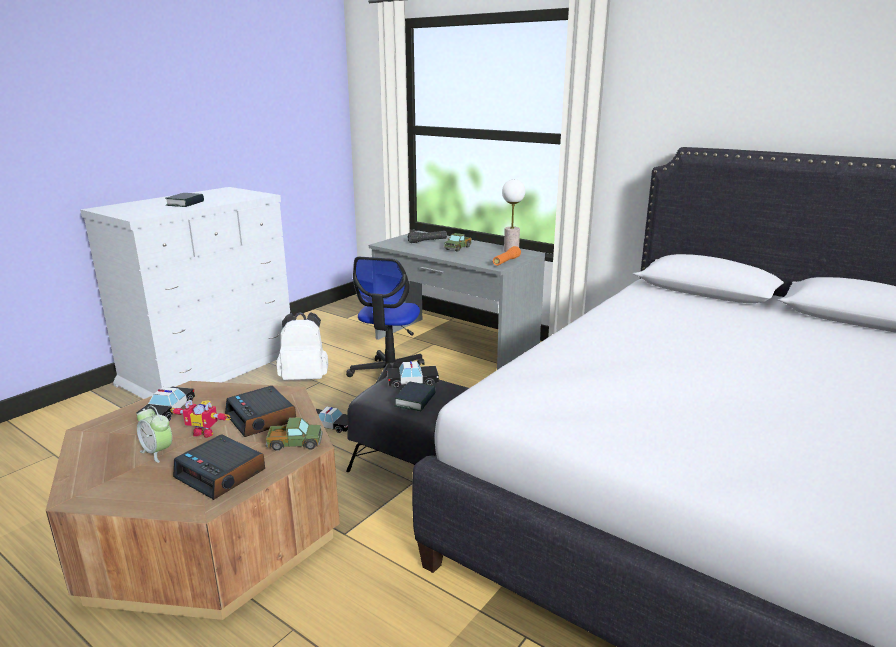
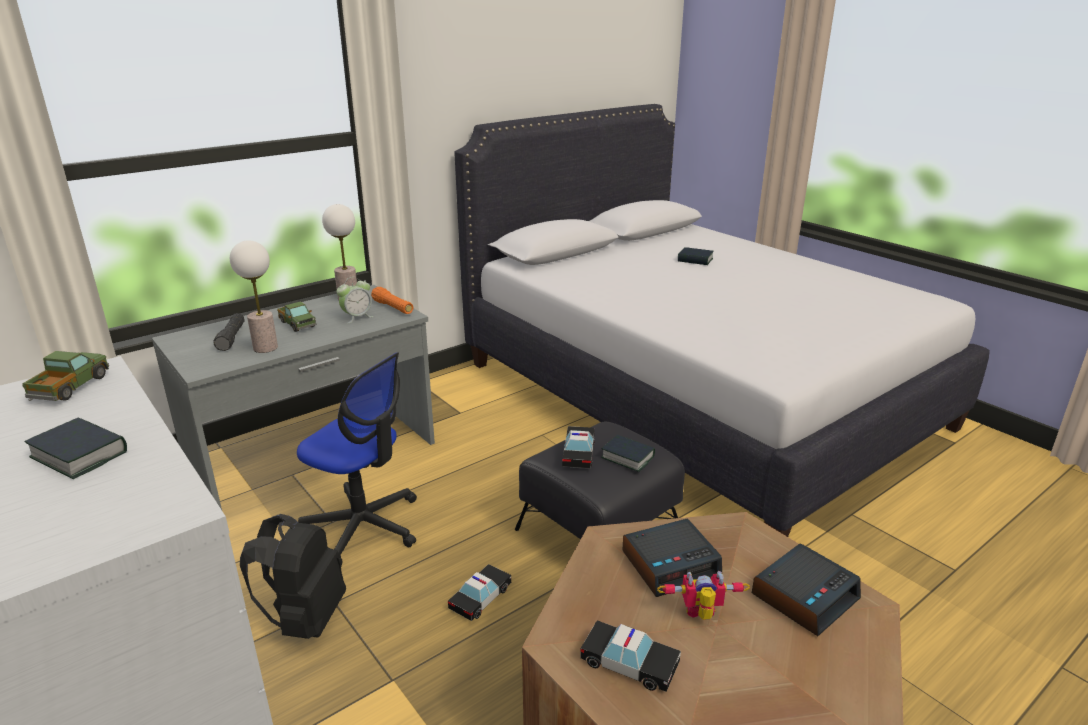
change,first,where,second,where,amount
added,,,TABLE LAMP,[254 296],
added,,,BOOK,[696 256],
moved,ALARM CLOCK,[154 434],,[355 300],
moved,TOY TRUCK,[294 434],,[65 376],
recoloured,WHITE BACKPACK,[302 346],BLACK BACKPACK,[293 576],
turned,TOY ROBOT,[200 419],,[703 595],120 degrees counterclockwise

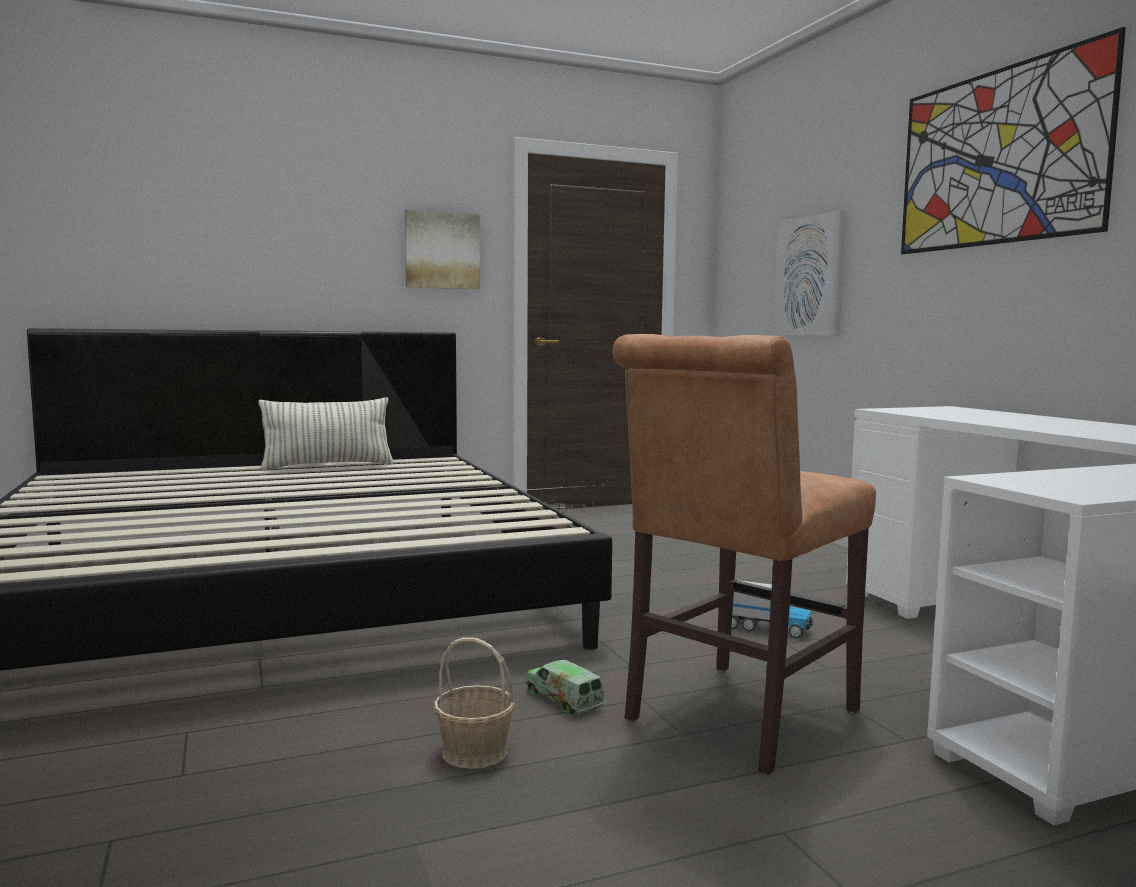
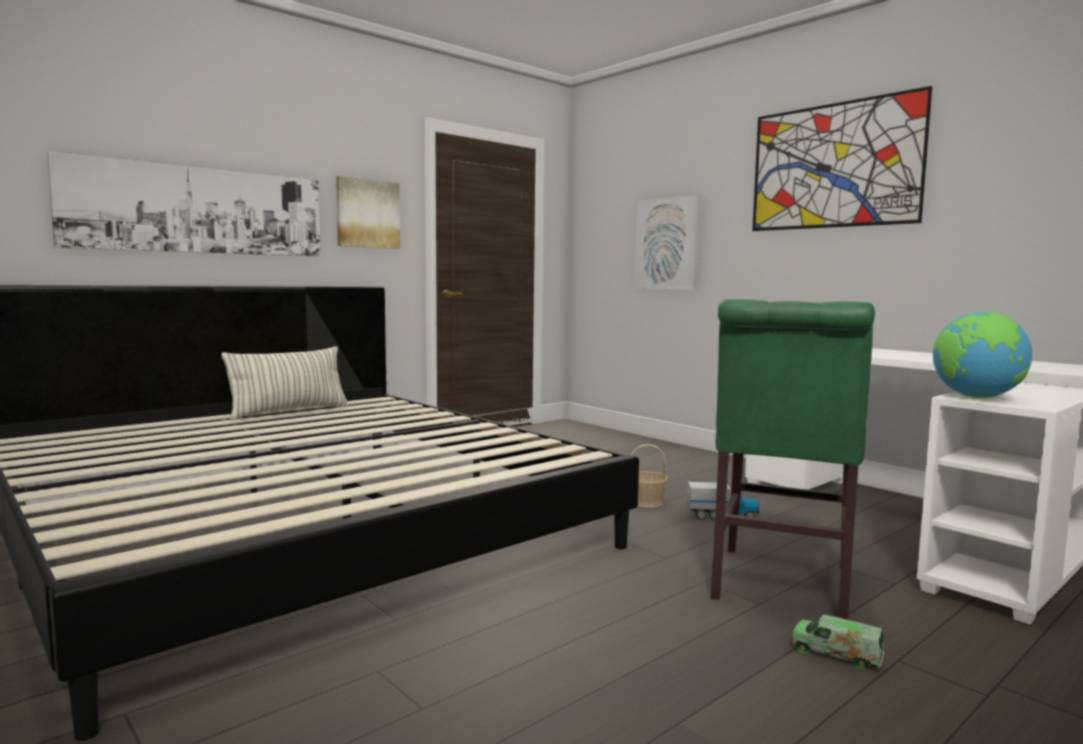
change,first,where,second,where,amount
added,,,PICTURE,[183 204],
added,,,GLOBE,[982 354],
moved,BASKET,[474 703],,[649 476],
moved,TOY TRUCK,[565 687],,[838 642],
recoloured,BROWN CHAIR,[744 554],GREEN CHAIR,[793 459],

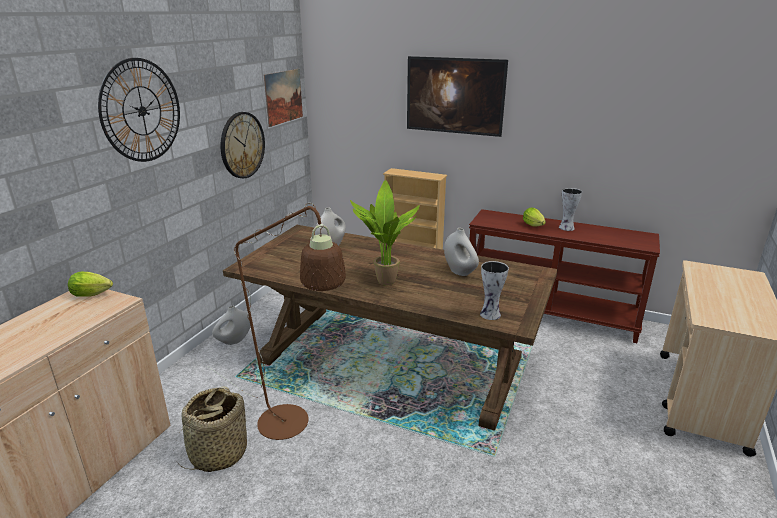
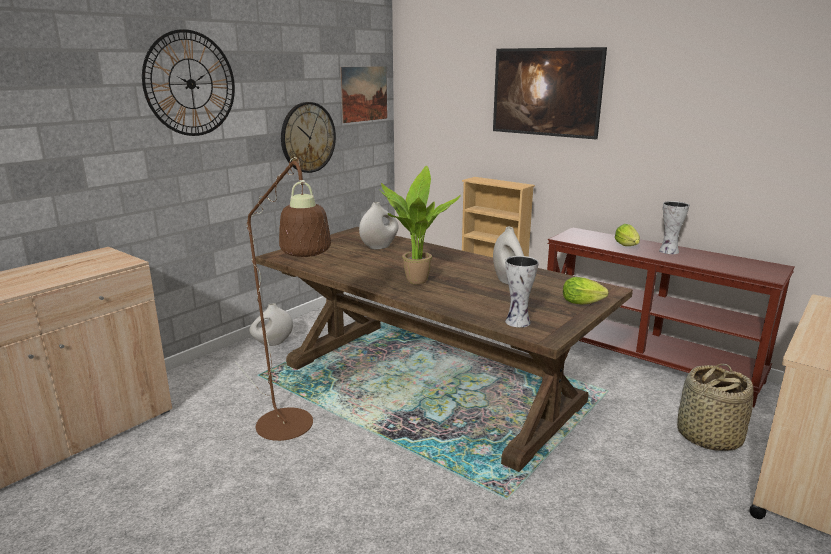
change,first,where,second,where,amount
moved,LETTUCE,[90 284],,[586 291],
moved,BASKET,[212 429],,[715 407],

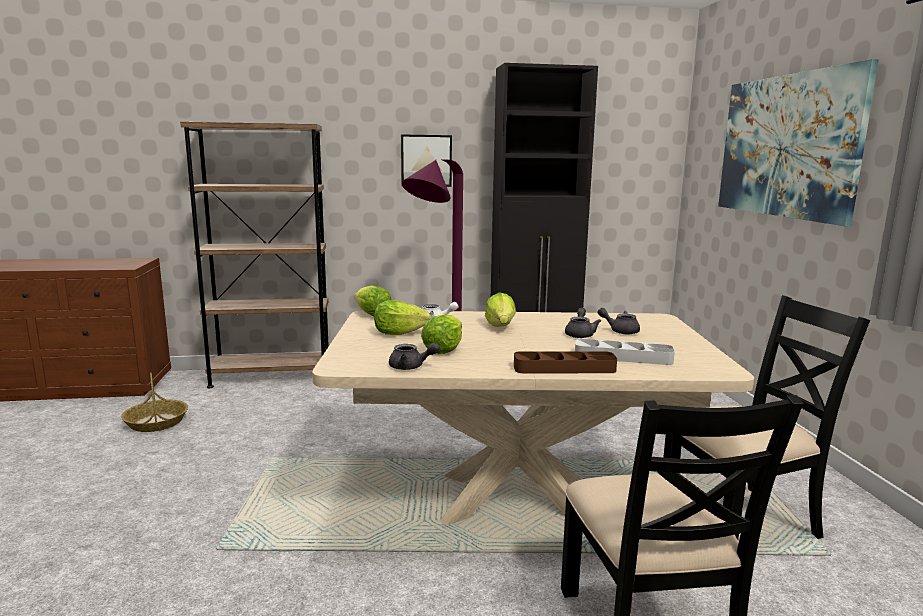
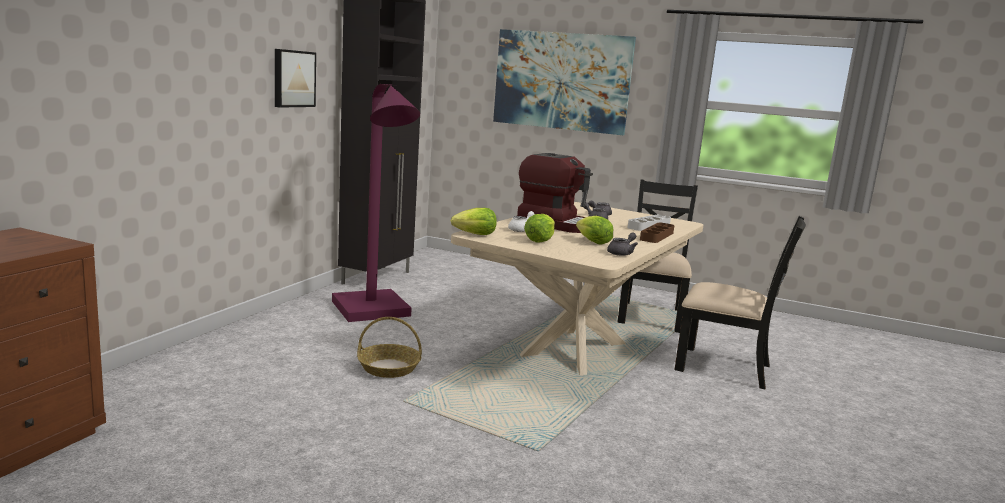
change,first,where,second,where,amount
removed,BROWN BOOKCASE,[254 255],,,
moved,BASKET,[154 402],,[389 347],
replaced,LETTUCE,[500 309],COFFEE MACHINE,[555 193],

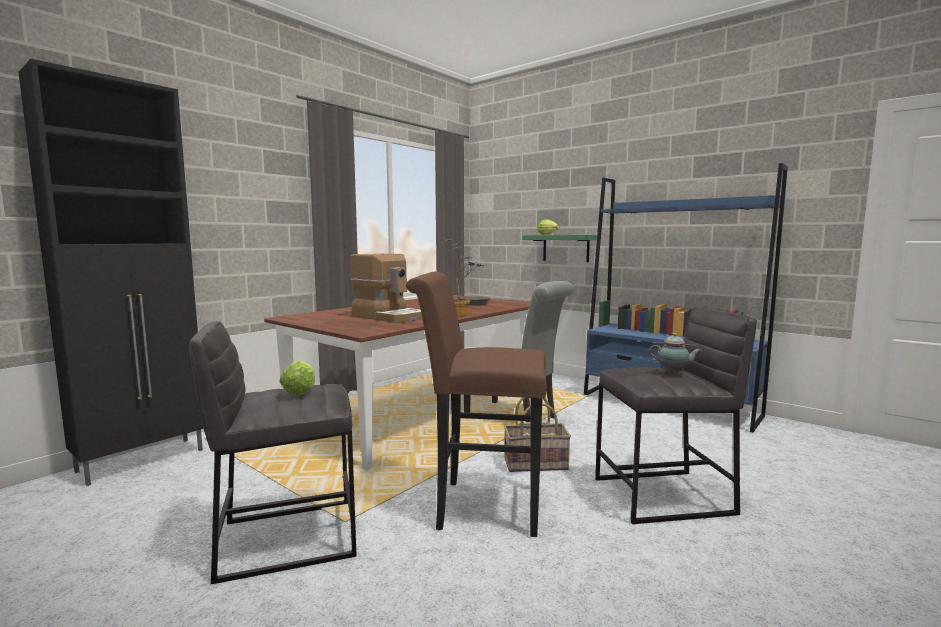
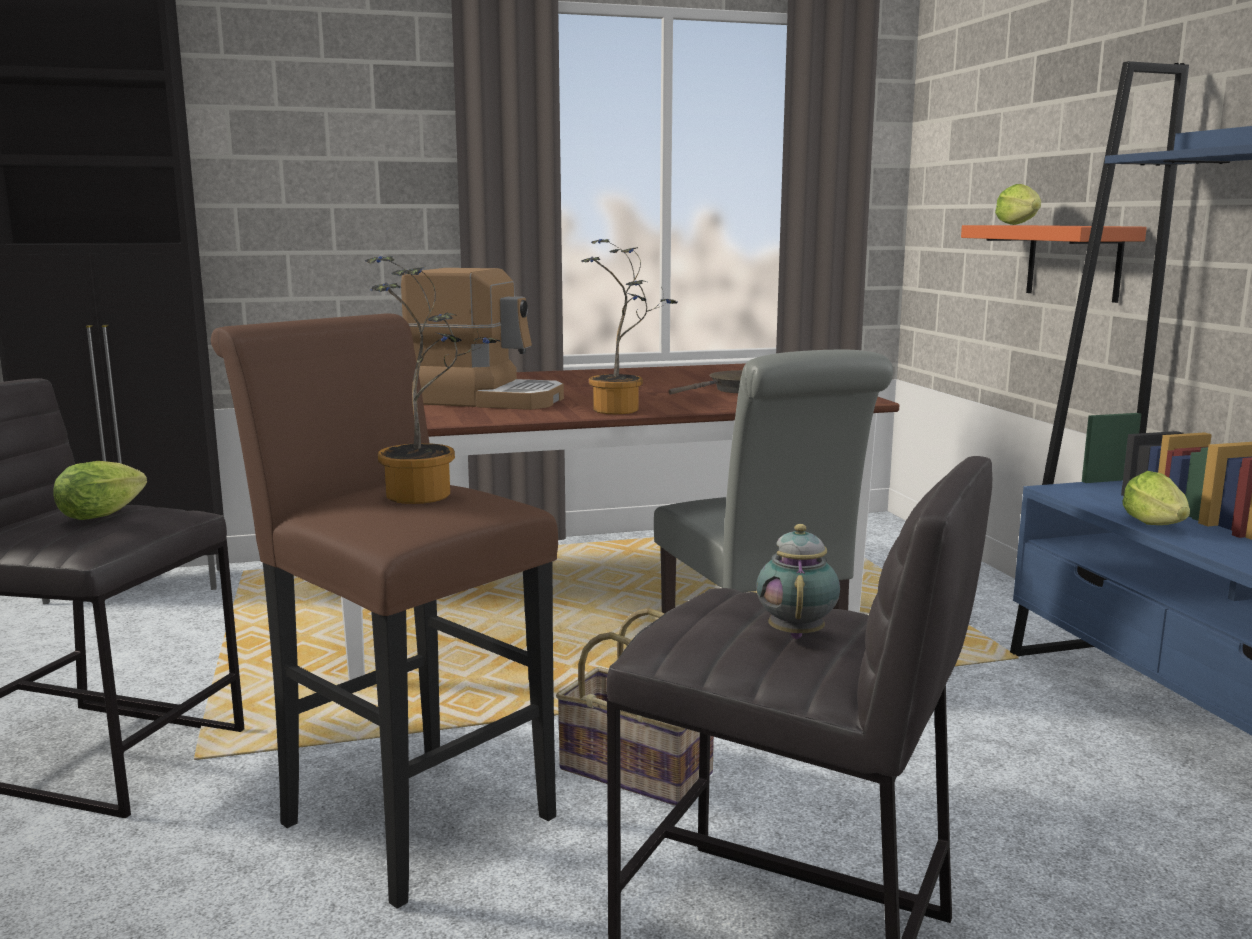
change,first,where,second,where,amount
added,,,POTTED PLANT,[432 380],
added,,,LETTUCE,[1156 498],
recoloured,GREEN SHELF,[559 248],ORANGE SHELF,[1054 264],
turned,COFFEE MACHINE,[386 288],,[482 339],60 degrees counterclockwise
turned,TEAPOT,[675 353],,[798 581],135 degrees counterclockwise

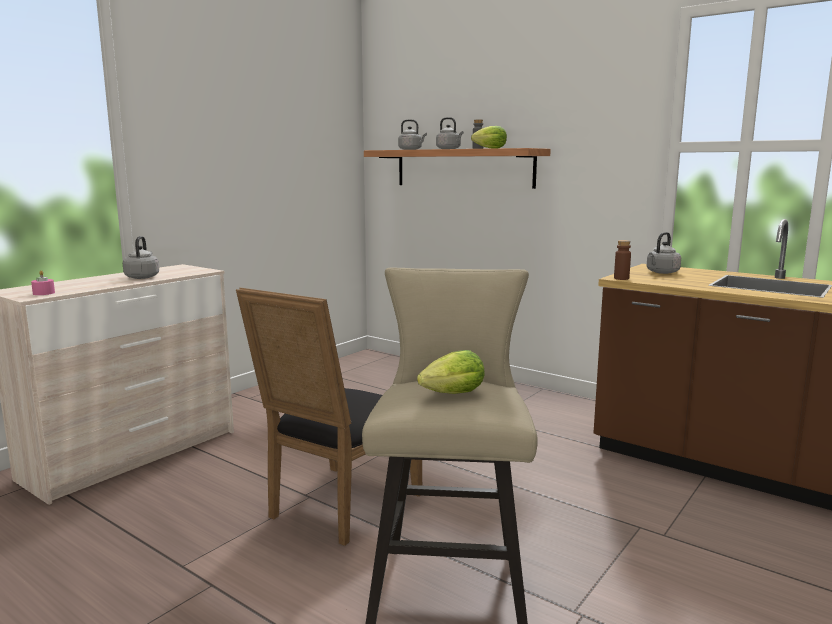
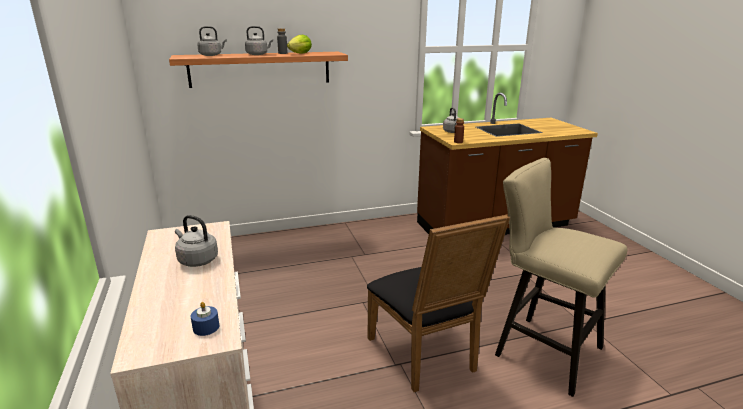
change,first,where,second,where,amount
removed,LETTUCE,[451 372],,,
recoloured,PINK CANDLE,[43 282],BLUE CANDLE,[205 319],

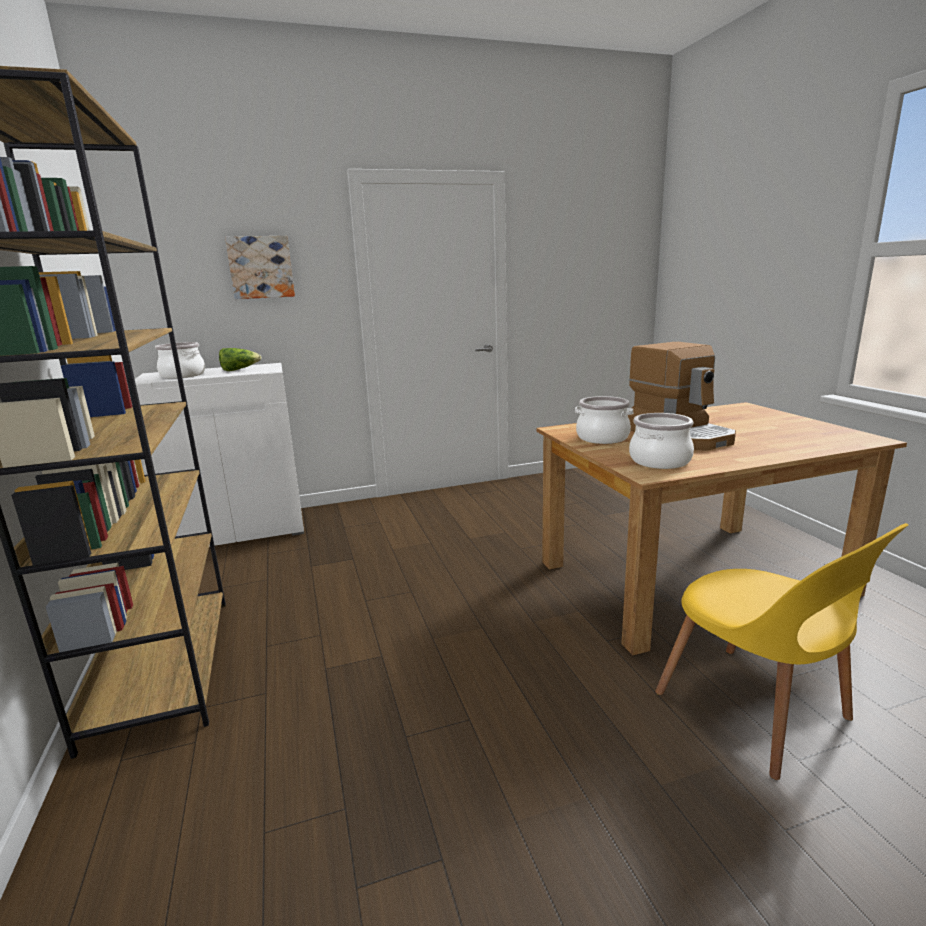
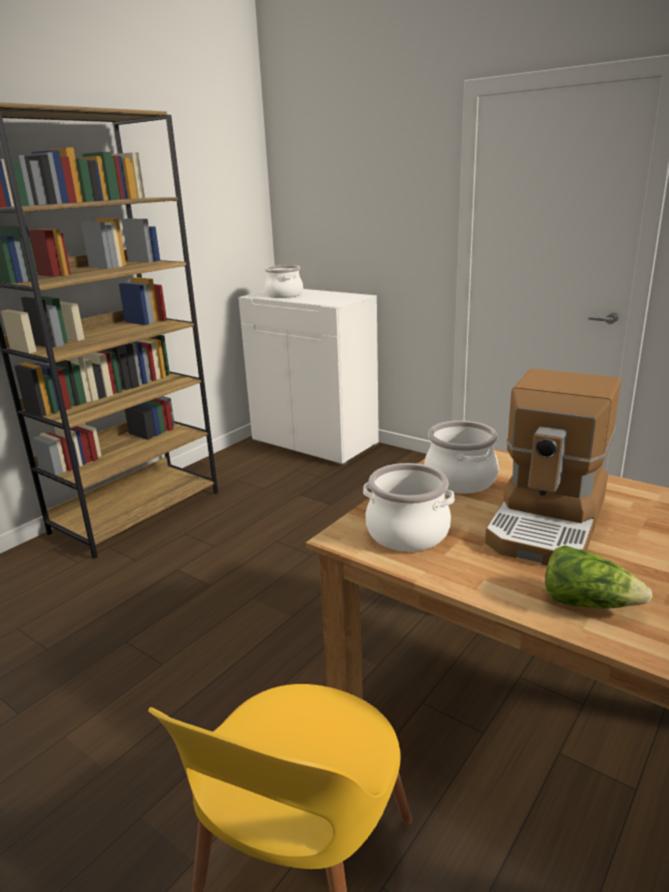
change,first,where,second,where,amount
removed,PICTURE,[260 267],,,
moved,LETTUCE,[240 359],,[599 577],

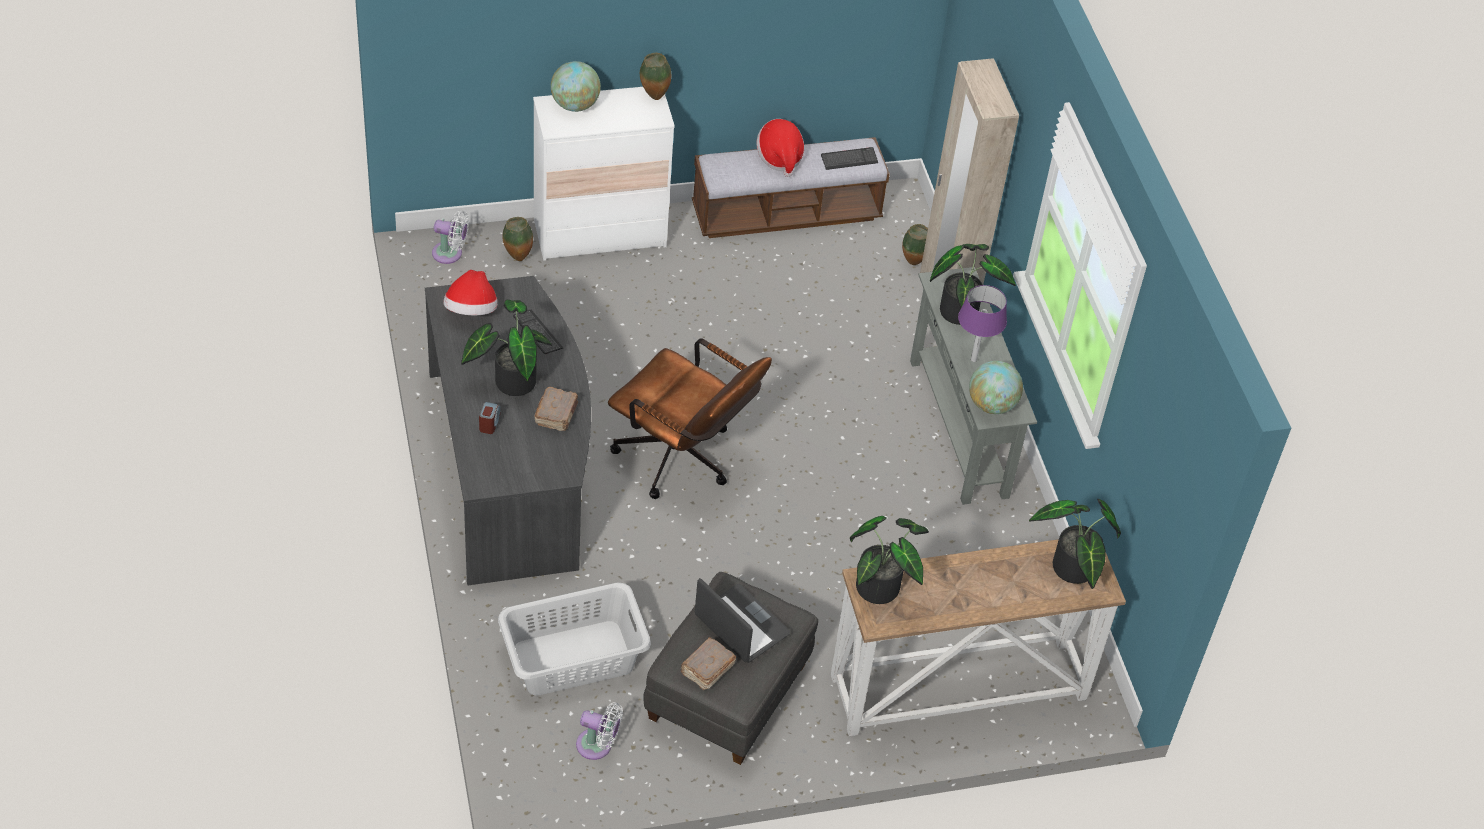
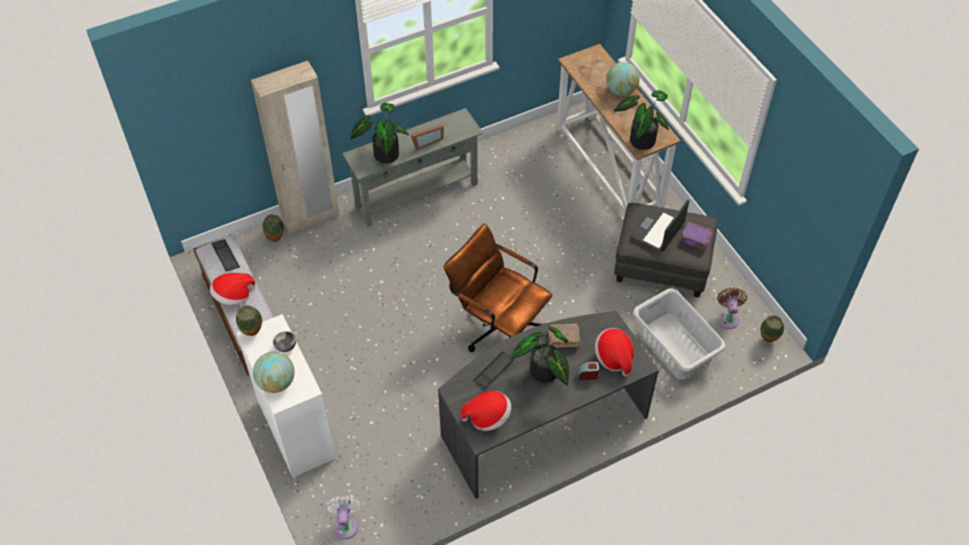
change,first,where,second,where,amount
removed,POTTED PLANT,[1075 544],,,
added,,,BOWL,[284 341],
added,,,HAT,[614 352],
moved,VASE,[517 239],,[772 328],
moved,GLOBE,[996 387],,[623 79],
replaced,PURPLE TABLE LAMP,[982 323],PICTURE FRAME,[427 137],
recoloured,WHITE FAN,[599 731],BROWN FAN,[732 308],
recoloured,BROWN BOOK,[708 663],PURPLE BOOK,[697 236],
turned,BROWN OFFICE CHAIR,[690 418],,[498 287],75 degrees counterclockwise

